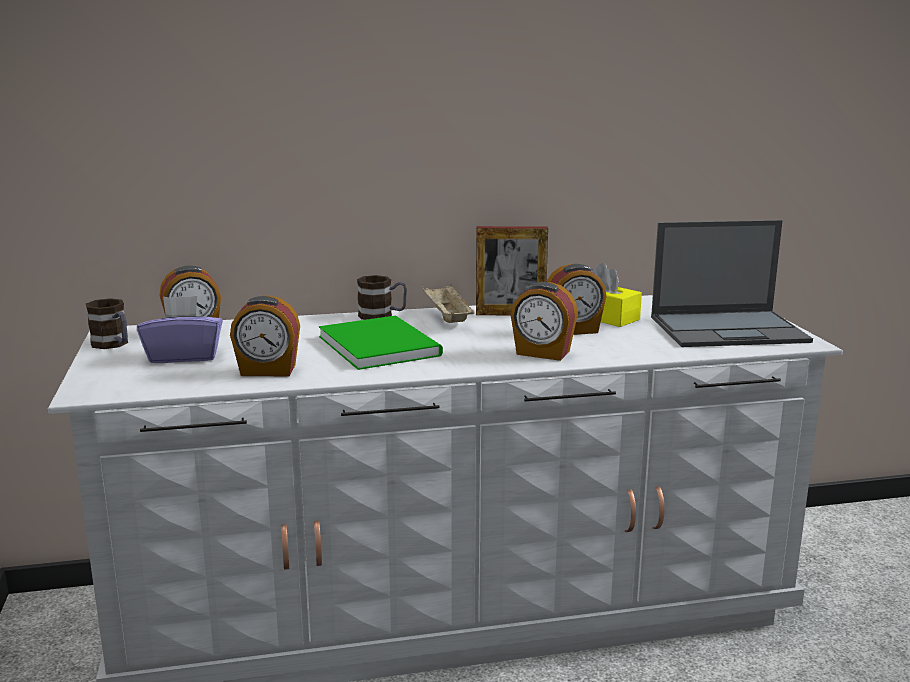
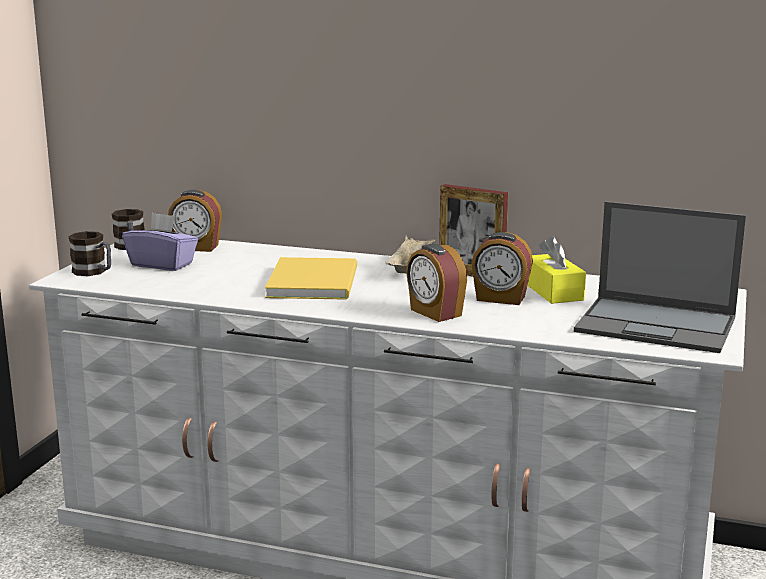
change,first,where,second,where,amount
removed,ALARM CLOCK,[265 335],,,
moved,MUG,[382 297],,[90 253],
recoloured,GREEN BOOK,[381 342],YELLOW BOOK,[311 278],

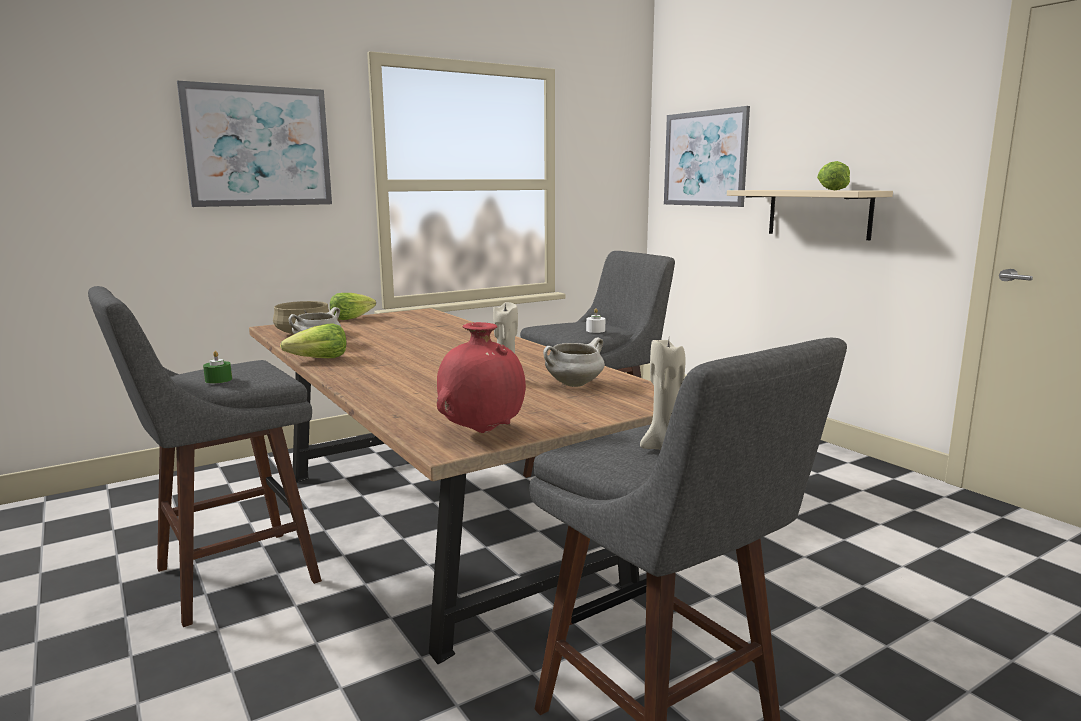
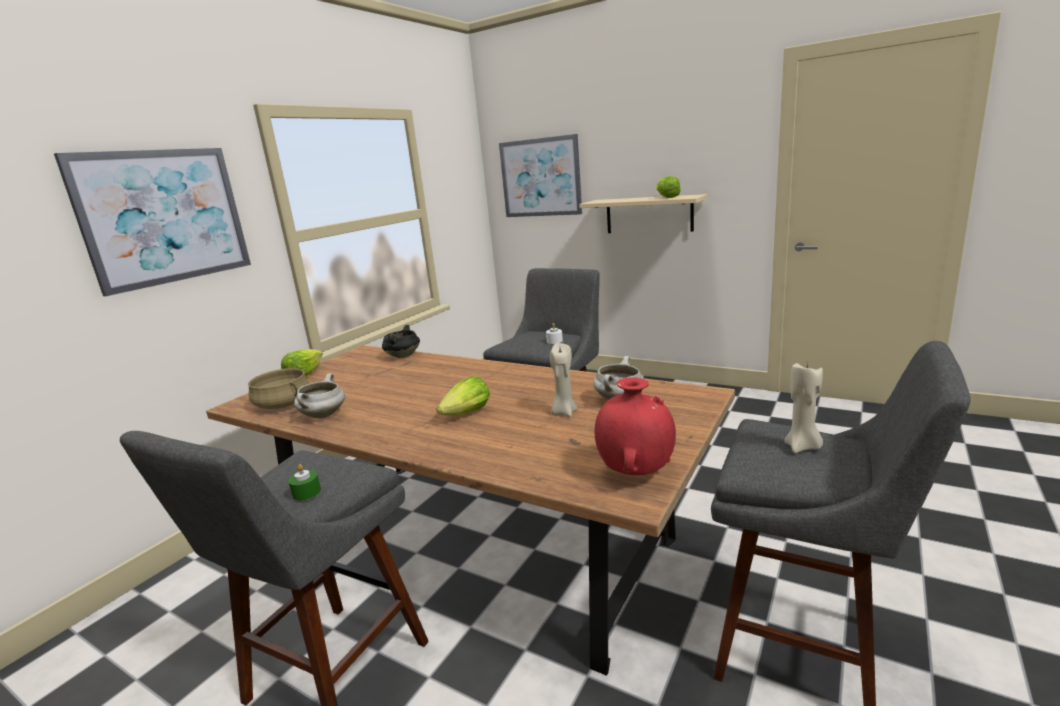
change,first,where,second,where,amount
added,,,BLACK COOKING POT,[401 341],
moved,LETTUCE,[313 340],,[463 396],

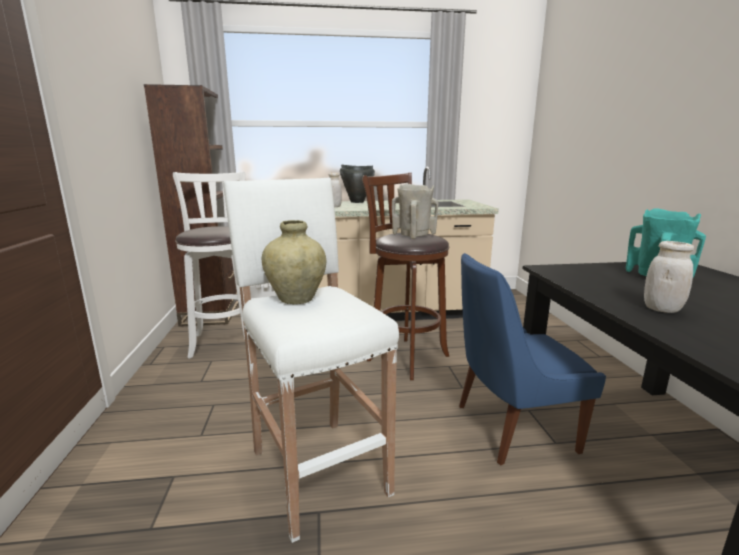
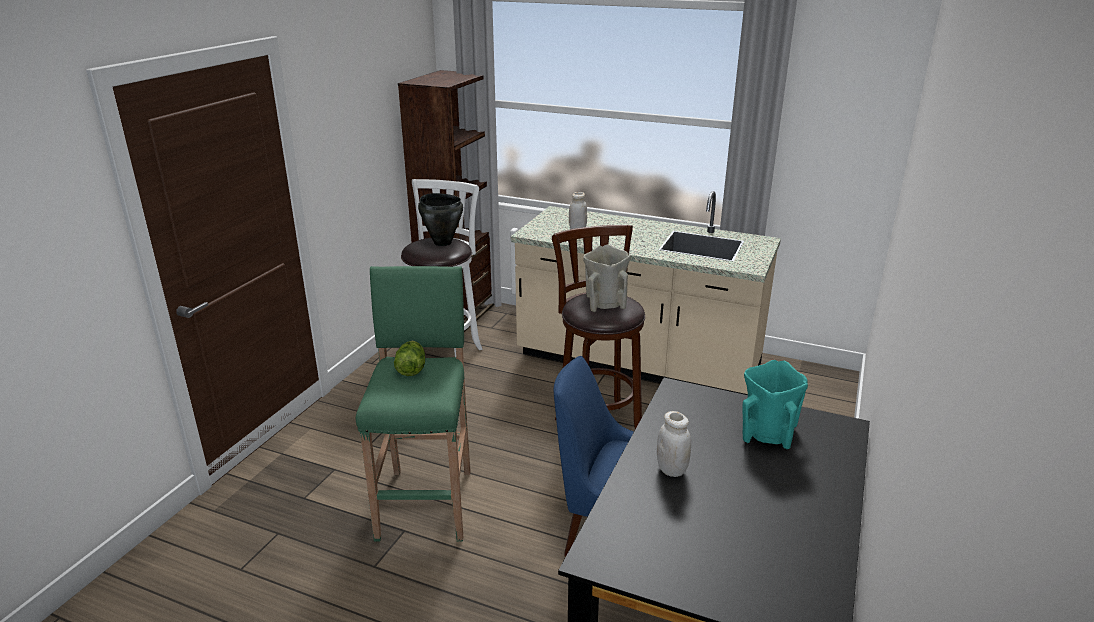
change,first,where,second,where,amount
moved,BLACK COOKING POT,[357 184],,[440 219],
replaced,BEIGE VASE,[294 262],LETTUCE,[409 358],
recoloured,WHITE STOOL,[311 360],GREEN STOOL,[413 404],

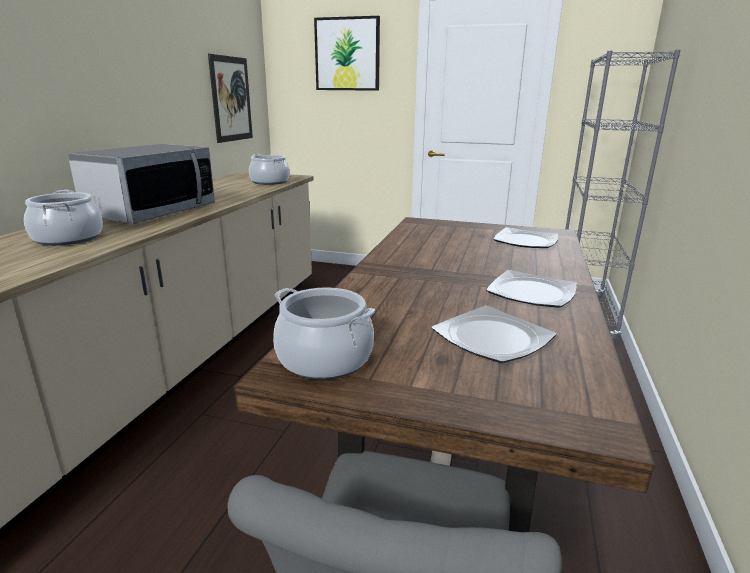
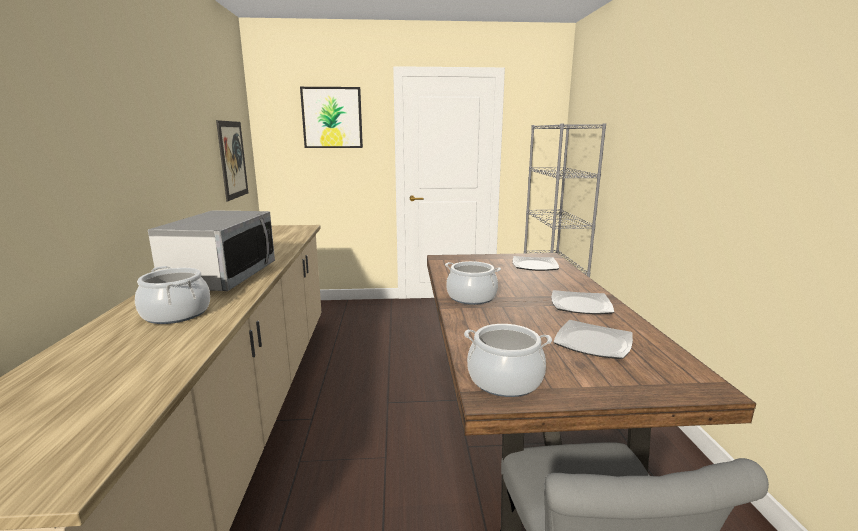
change,first,where,second,where,amount
moved,COOKING POT,[269 169],,[473 283],

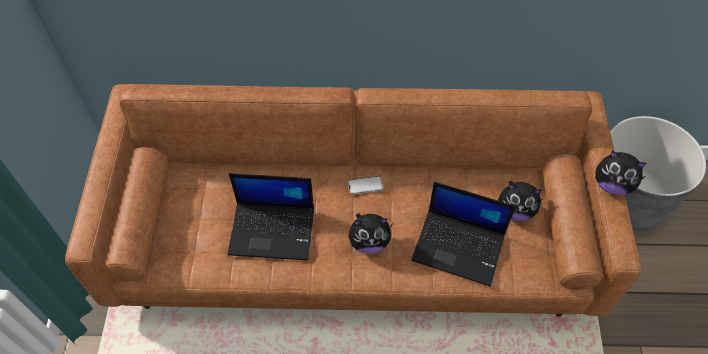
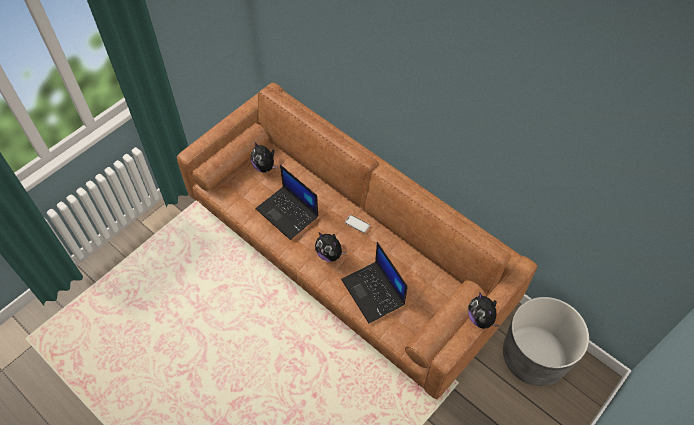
change,first,where,second,where,amount
moved,PLUSH TOY,[520 201],,[264 157],

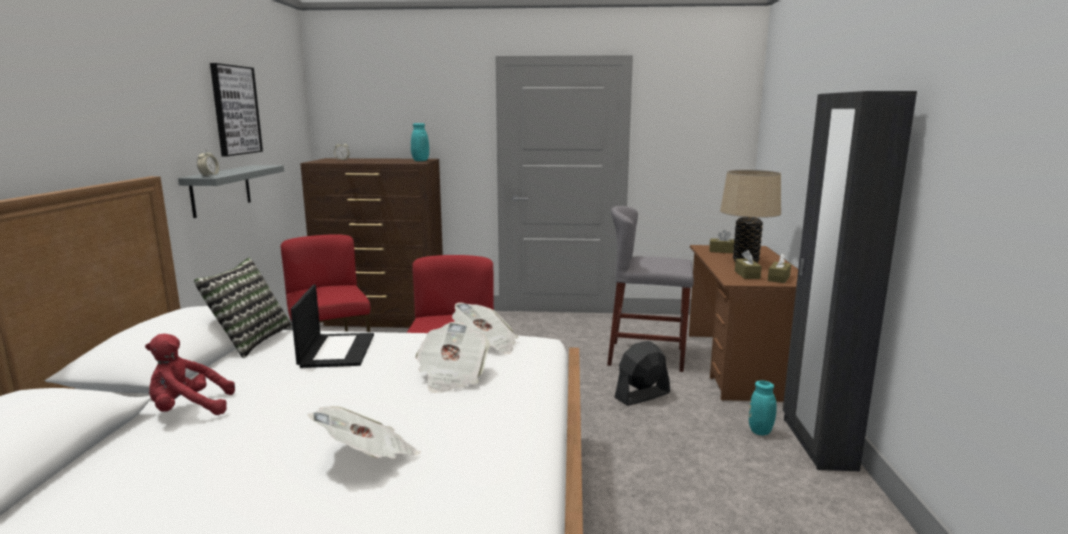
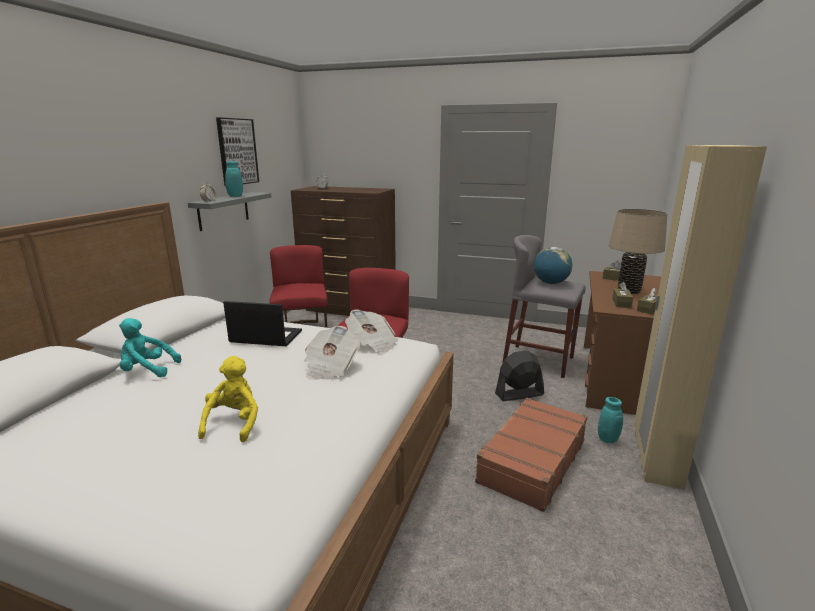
change,first,where,second,where,amount
removed,PILLOW,[243 308],,,
added,,,BROWN SUITCASE,[531 455],
added,,,GLOBE,[553 265],
moved,TURQUOISE VASE,[420 141],,[234 179],
replaced,NEWSPAPER,[364 432],YELLOW PLUSH TOY,[228 399],
recoloured,RED PLUSH TOY,[190 374],TURQUOISE PLUSH TOY,[150 347],
recoloured,BLACK WARDROBE,[850 281],BEIGE WARDROBE,[700 317],
turned,LAPTOP,[332 326],,[262 323],90 degrees counterclockwise

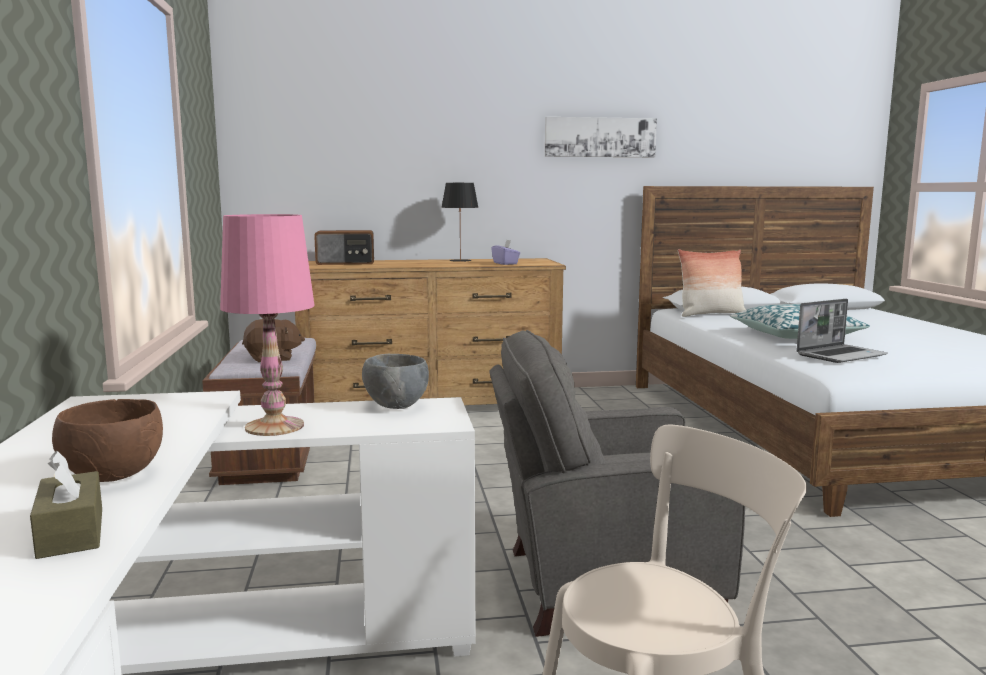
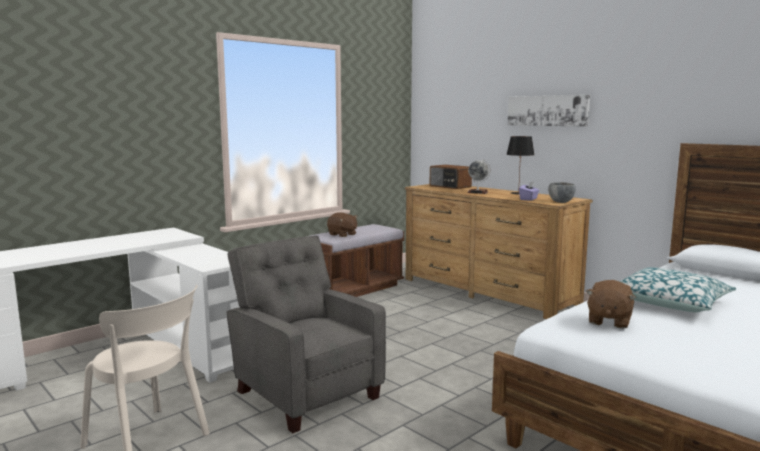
change,first,where,second,where,amount
removed,BROWN TISSUE BOX,[66 505],,,
removed,BROWN BOWL,[107 440],,,
removed,PINK TABLE LAMP,[267 325],,,
removed,PILLOW,[712 283],,,
added,,,GLOBE,[478 176],
moved,GREY BOWL,[395 381],,[562 192],
moved,PICTURE,[601 137],,[549 111],
replaced,LAPTOP,[842 331],BROWN PLUSH TOY,[610 304],

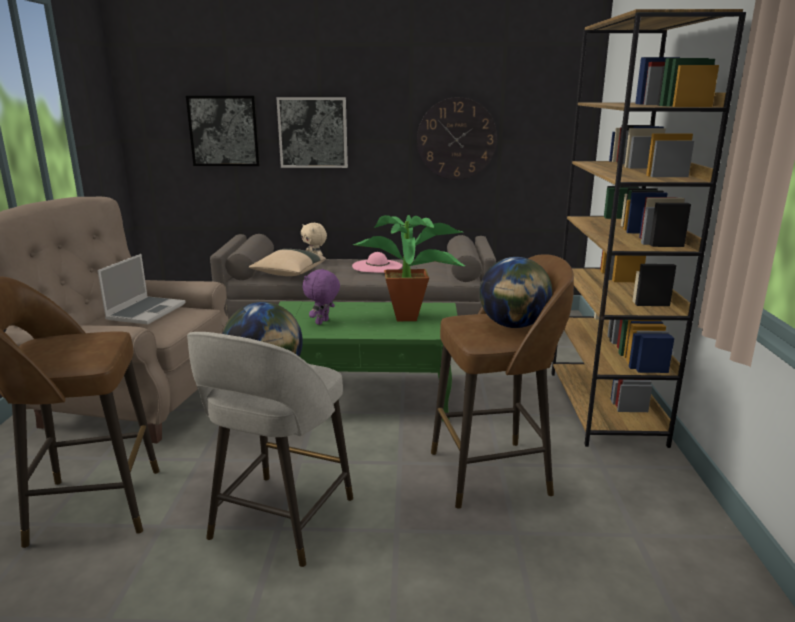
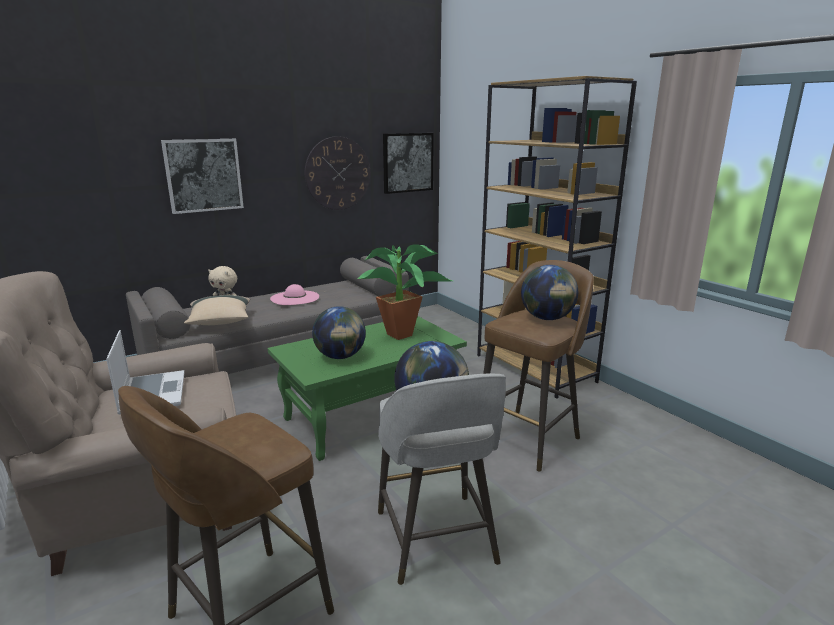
change,first,where,second,where,amount
moved,PICTURE,[223 131],,[408 163],
replaced,PURPLE PLUSH TOY,[321 297],GLOBE,[339 332],

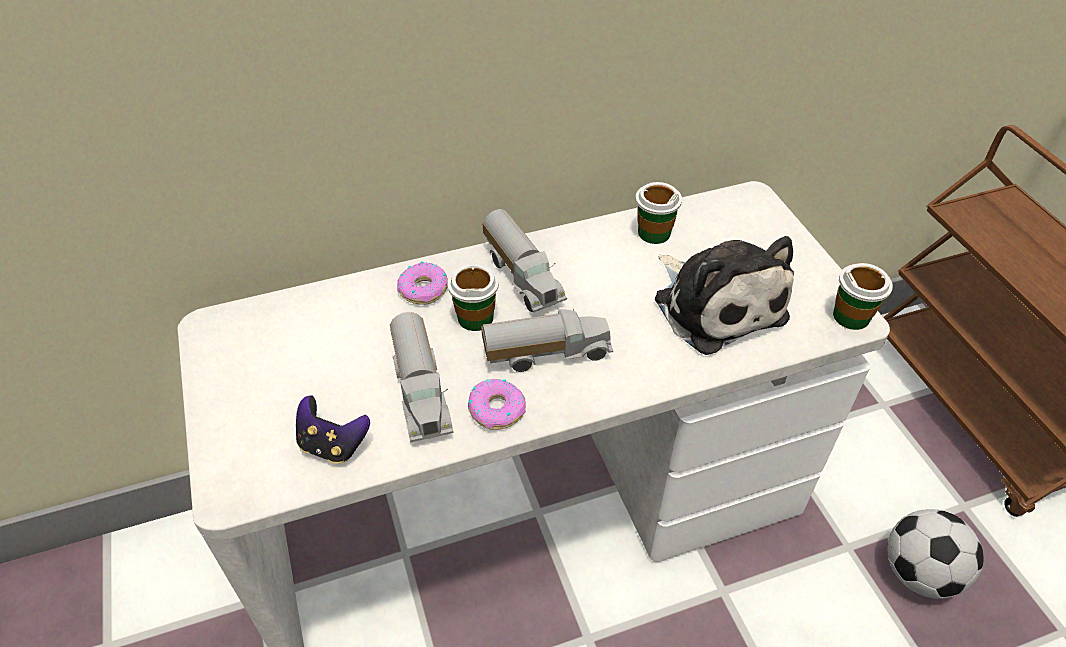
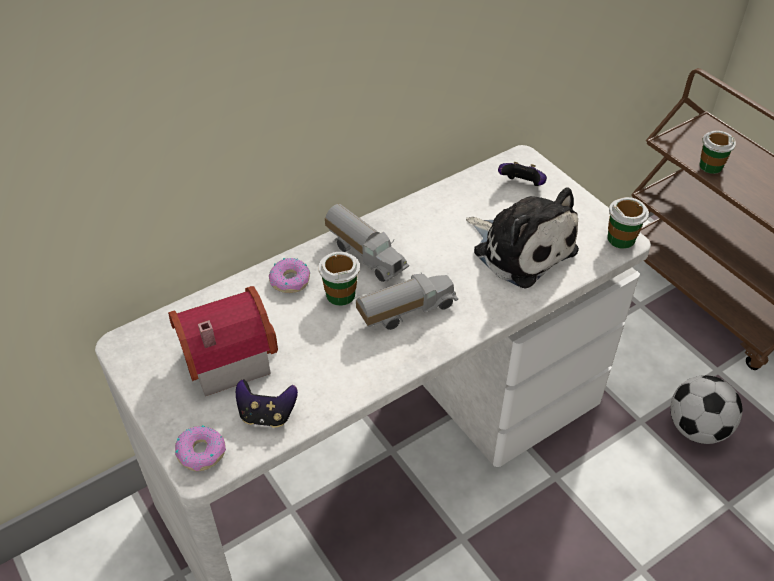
change,first,where,second,where,amount
removed,TOY TRUCK,[421 377],,,
added,,,TOY HOUSE,[223 341],
added,,,GAME CONTROLLER,[522 174],
moved,DONUT,[497 404],,[200 448],
moved,CUP,[658 213],,[717 152],

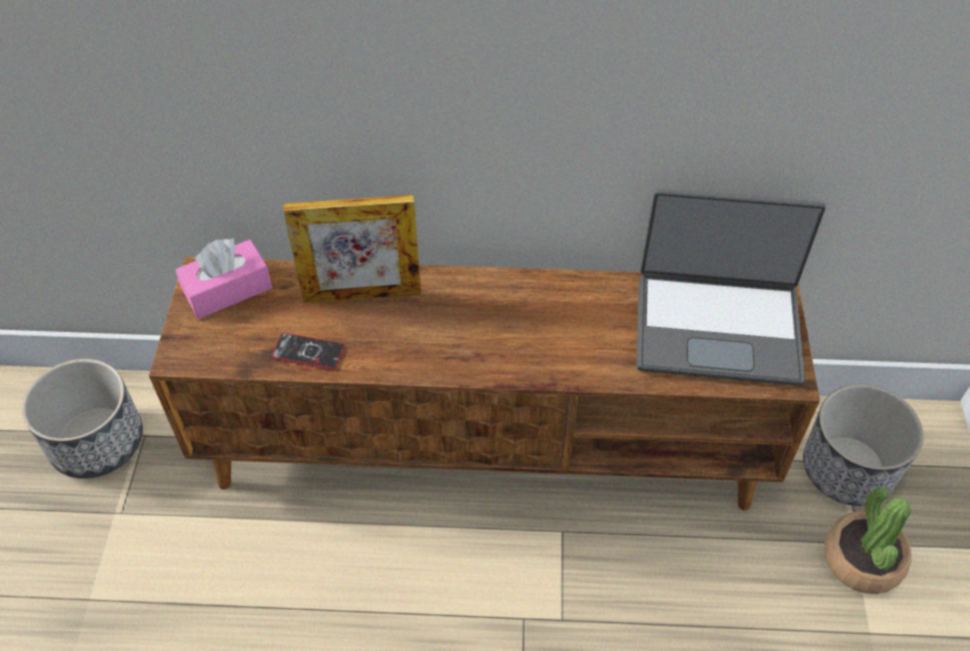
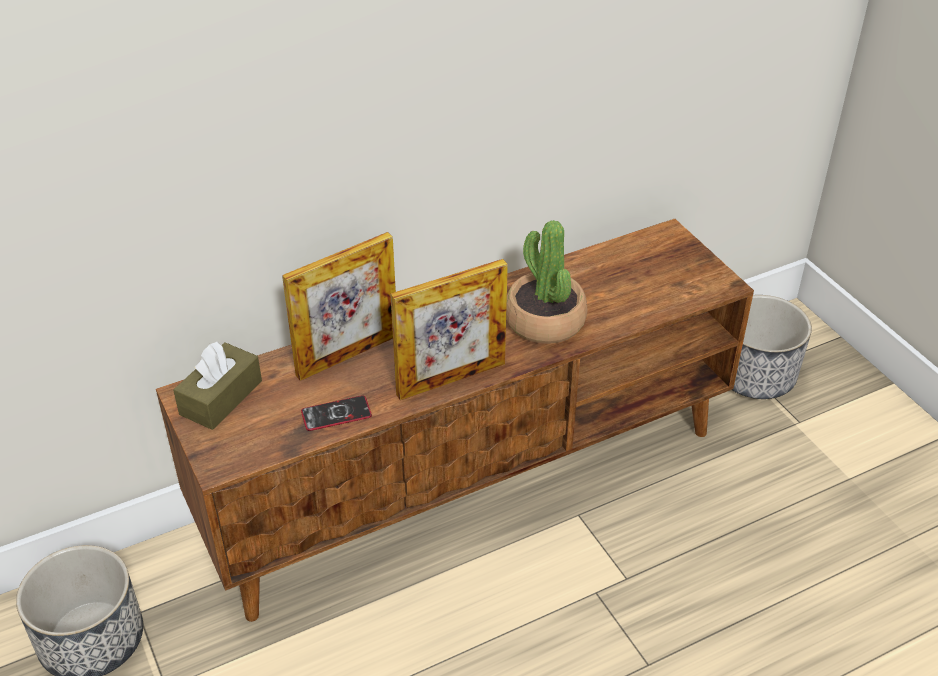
change,first,where,second,where,amount
removed,LAPTOP,[731 287],,,
added,,,PICTURE FRAME,[449 329],
moved,POTTED PLANT,[868 540],,[546 282],
recoloured,PINK TISSUE BOX,[223 278],BROWN TISSUE BOX,[217 385],

